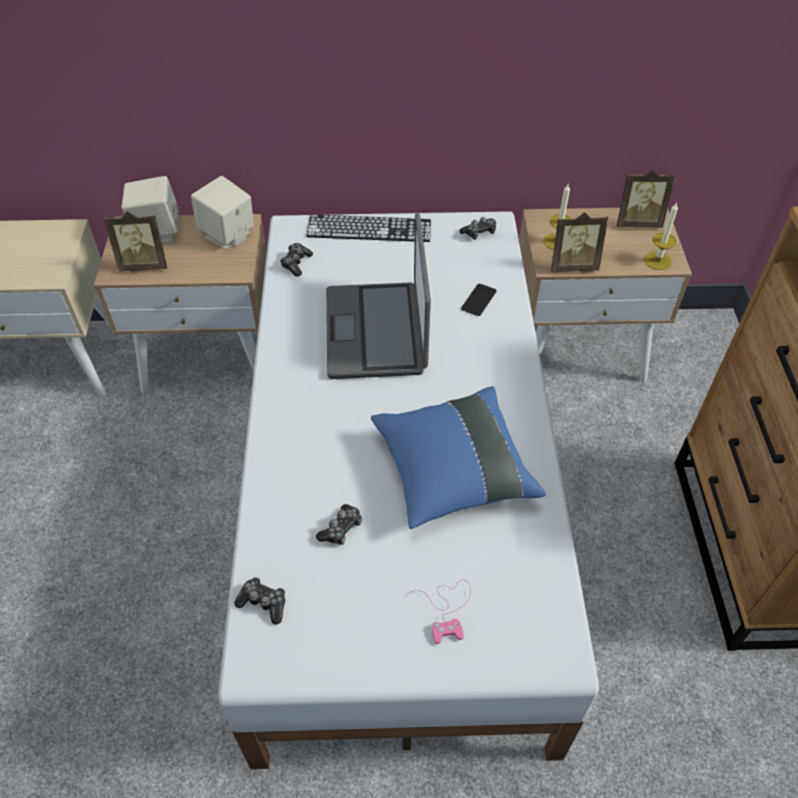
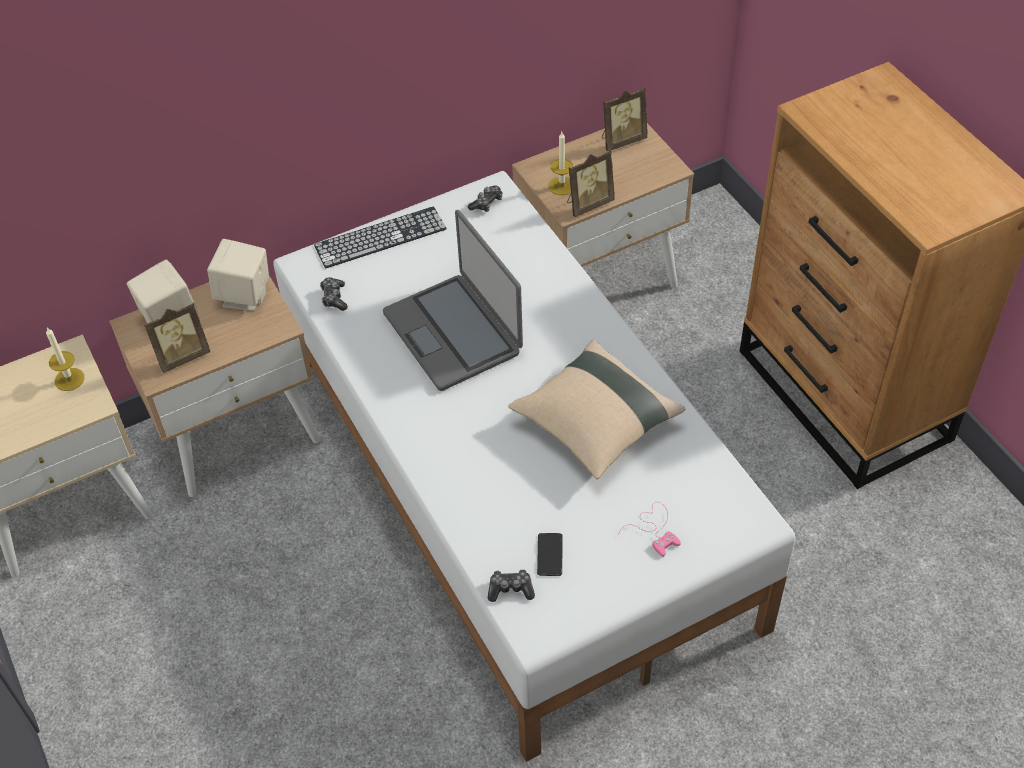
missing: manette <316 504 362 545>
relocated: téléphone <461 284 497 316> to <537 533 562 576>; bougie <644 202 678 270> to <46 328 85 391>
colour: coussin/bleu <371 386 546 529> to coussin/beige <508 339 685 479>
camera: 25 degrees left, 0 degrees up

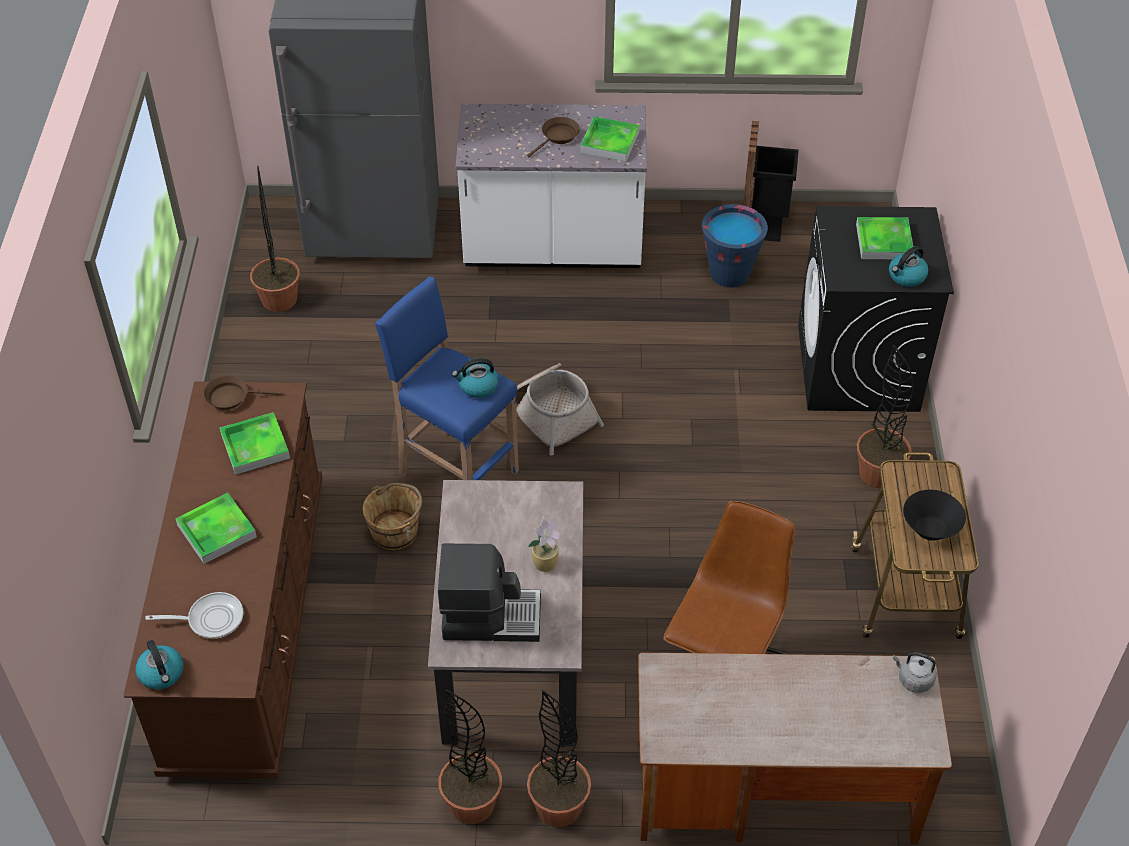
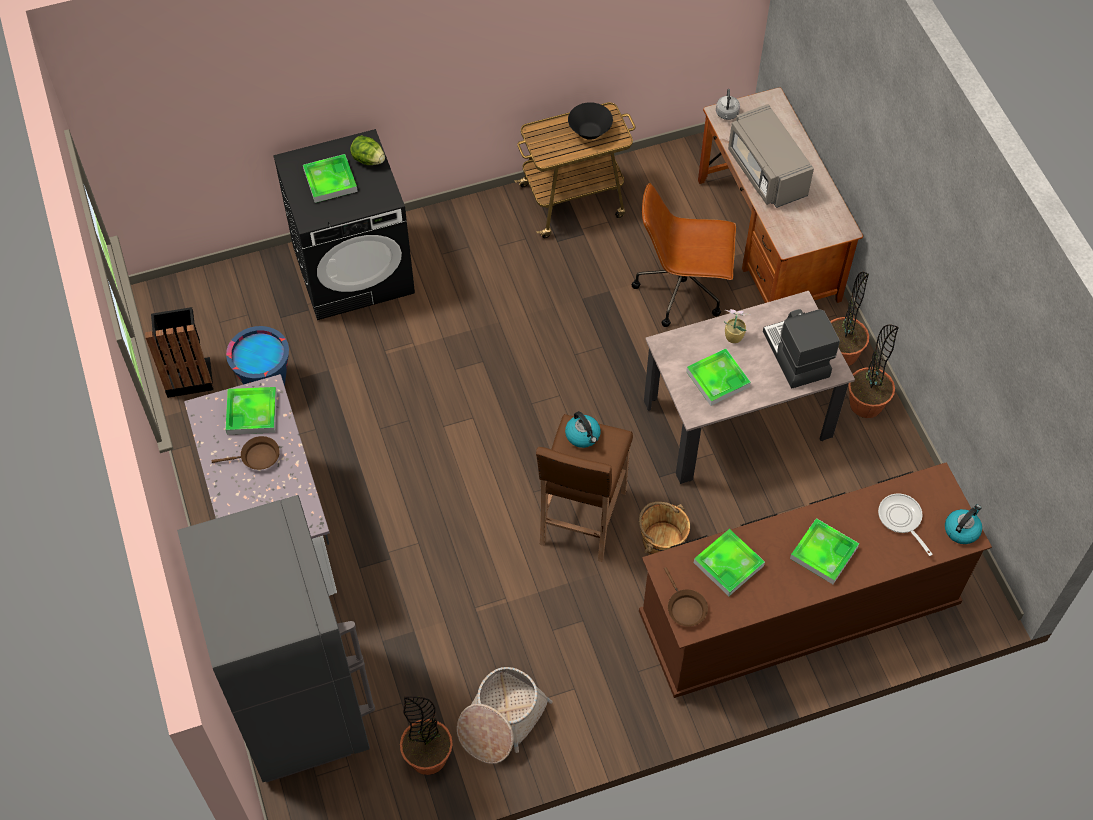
missing: plante en pot <857 344 914 488>
appeared: plateau <686 348 751 406>; micro-ondes/gris <728 104 814 208>
relocated: panier <516 363 604 455> to <457 667 553 764>
exchanged: bouilloire <889 246 929 287> to laitue <350 135 385 165>
colour: tabouret/bleu <375 276 519 480> to tabouret/marron <536 414 633 562>
spun: poêle/marron <527 117 580 157> = <212 436 280 470> 150 degrees clockwise
camera: 110 degrees left, 10 degrees up

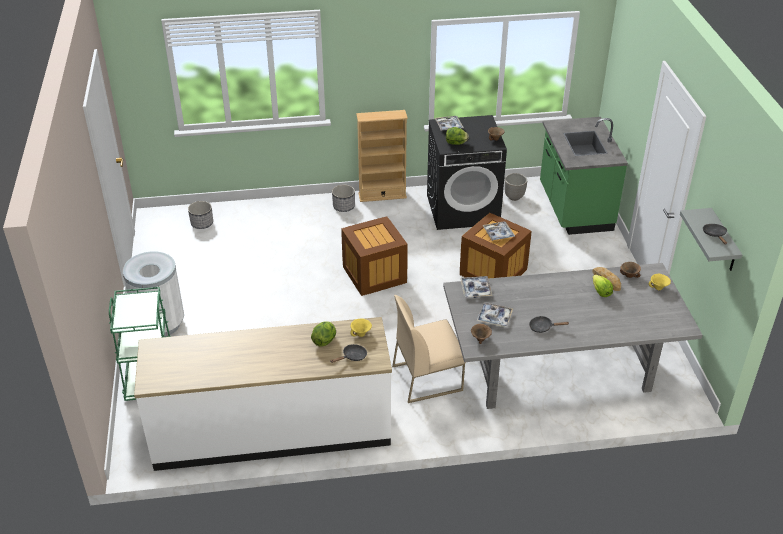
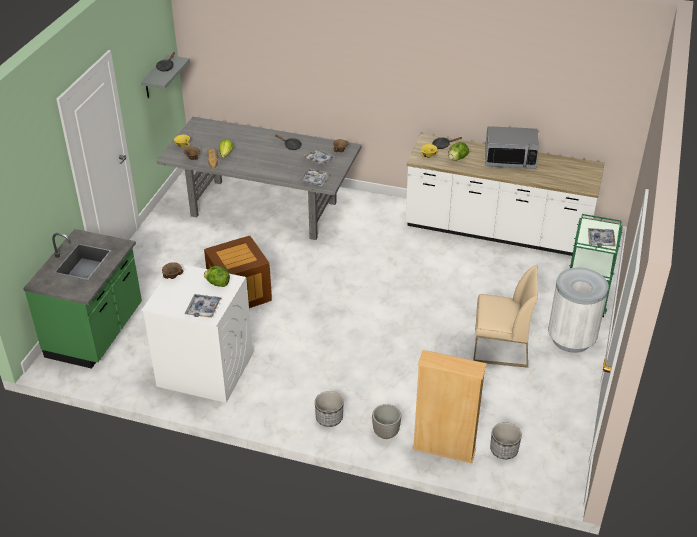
missing: caisse <341 216 408 296>
appeared: micro-ondes <485 126 539 169>
relocated: bibliothèque/beige <356 110 408 202> to <412 350 487 463>; chaise/beige <392 295 466 403> to <473 265 538 368>; plateau <482 221 516 241> to <588 228 616 247>; cache-pot <504 173 527 201> to <372 404 401 439>
colour: lave-linge/noir <427 115 507 230> to lave-linge/blanc <141 263 253 403>
camera: 155 degrees left, 0 degrees up

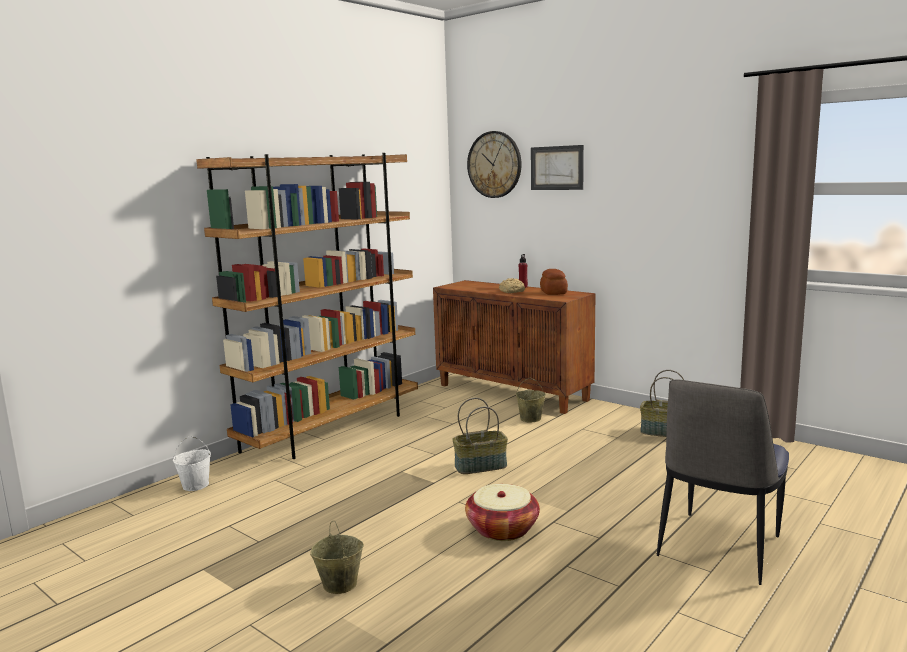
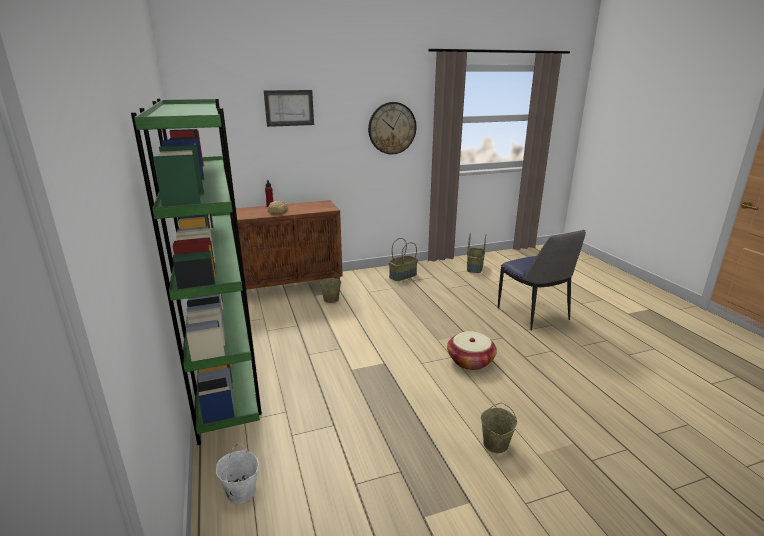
missing: pain <540 269 568 295>
relocated: panier <452 398 508 474> to <467 233 486 273>; horloge murale <467 131 522 198> to <368 102 416 154>
colour: bibliothèque/marron <196 153 418 459> to bibliothèque/vert <131 99 262 445>
camera: 60 degrees left, 10 degrees up

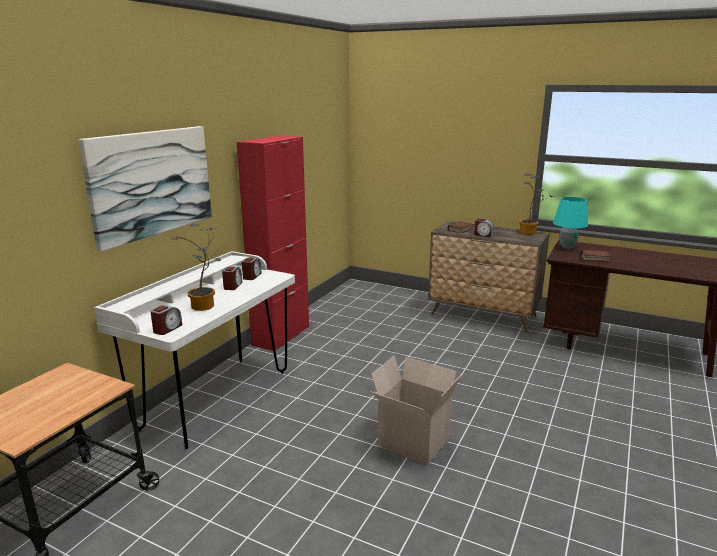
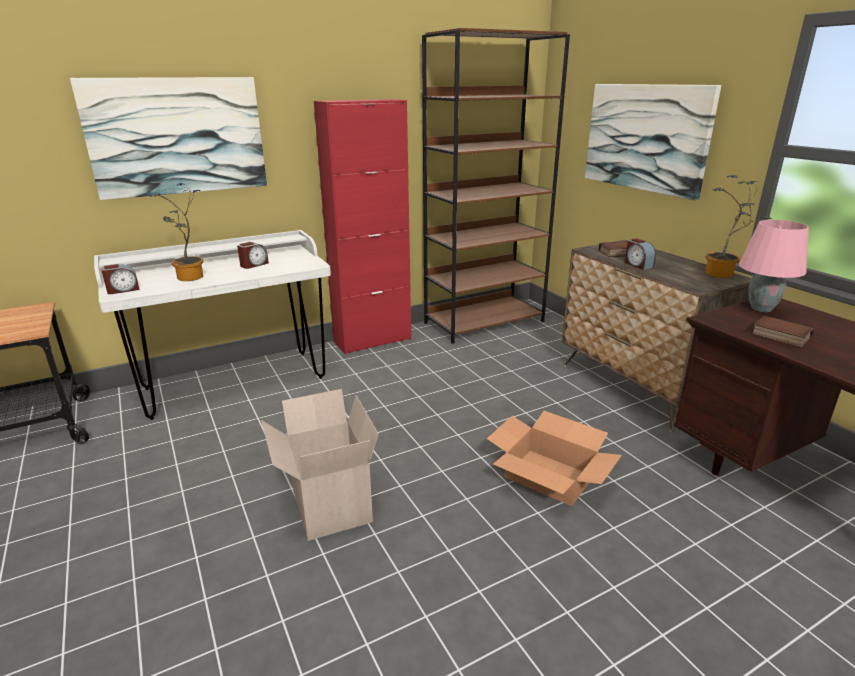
missing: réveil <242 258 261 280>
appeared: bibliothèque/marron <422 28 570 344>; carton <487 411 622 506>; tableau <585 84 721 200>
colour: lampe de table/turquoise <553 197 588 249> to lampe de table/rose <739 220 809 312>
camera: 35 degrees right, 5 degrees up

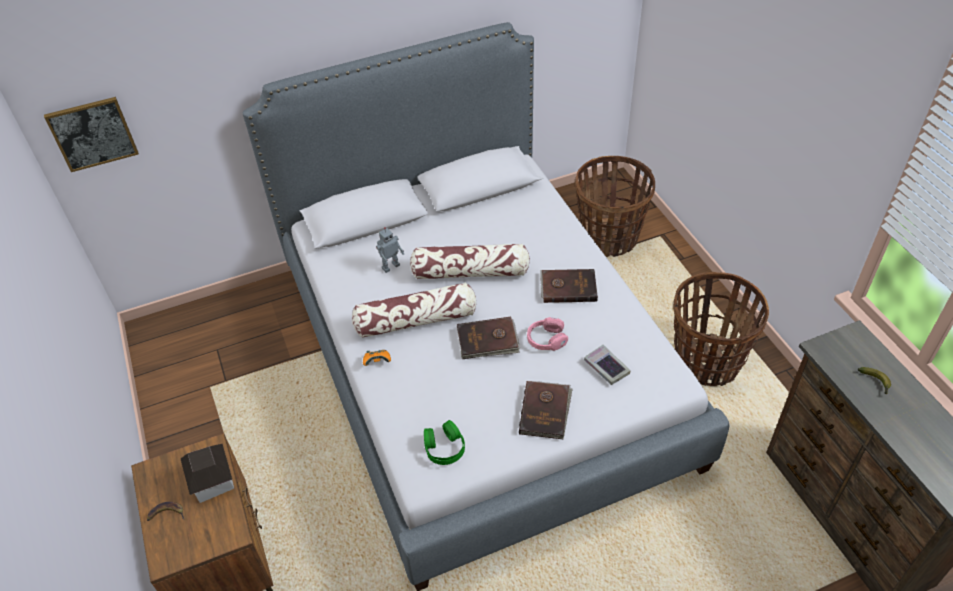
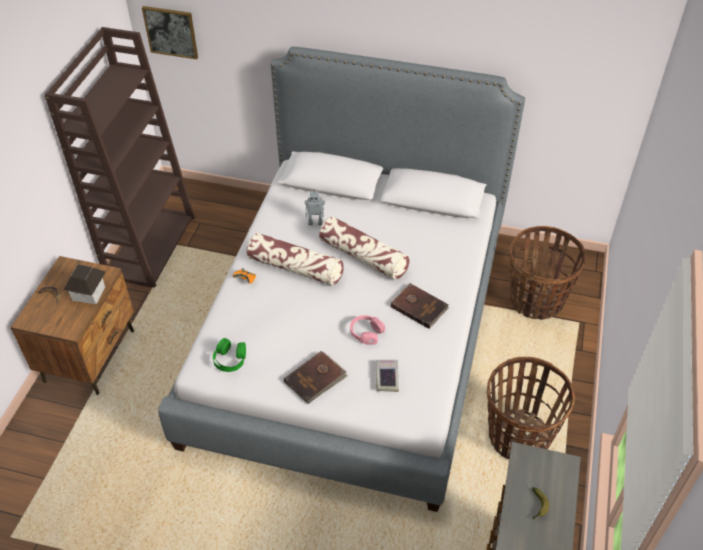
missing: livre/marron <457 317 520 359>
appeared: bibliothèque/marron <44 27 195 288>
camera: 35 degrees right, 0 degrees up

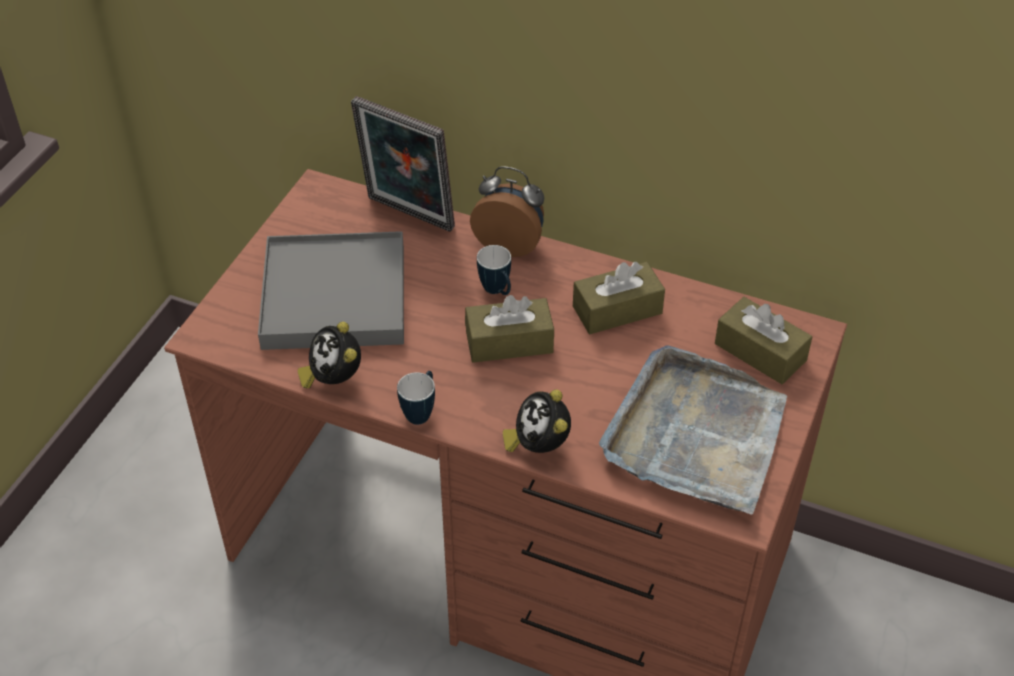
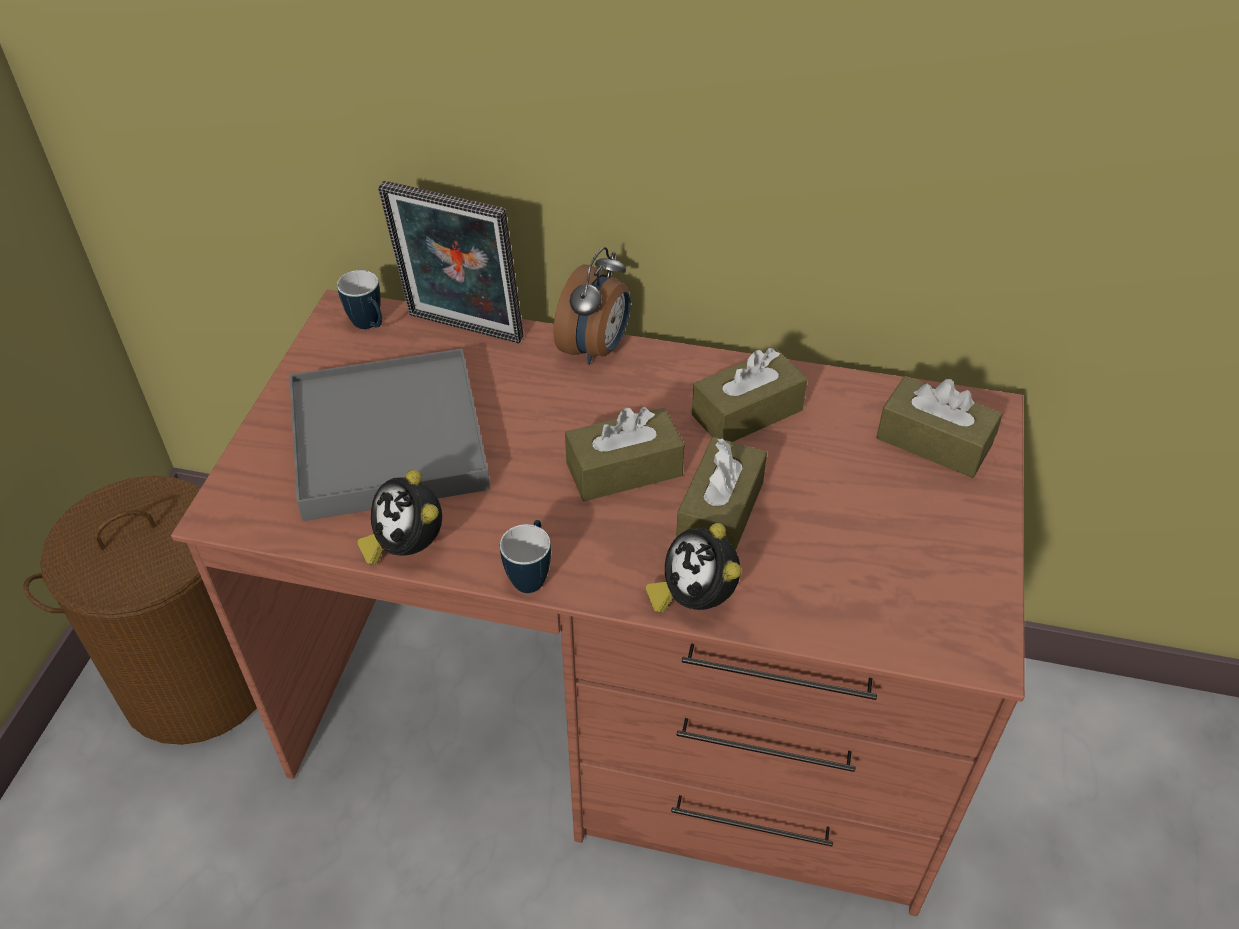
missing: plateau/gris <599 345 787 515>
appeared: panier à linge/marron <23 476 257 745>; boîte à mouchoirs/marron <676 437 767 551>
relocated: mug <477 245 511 295> to <337 270 382 329>
spun: réveil <470 166 544 257> = <554 247 631 365> 105 degrees clockwise
camera: 10 degrees left, 0 degrees up

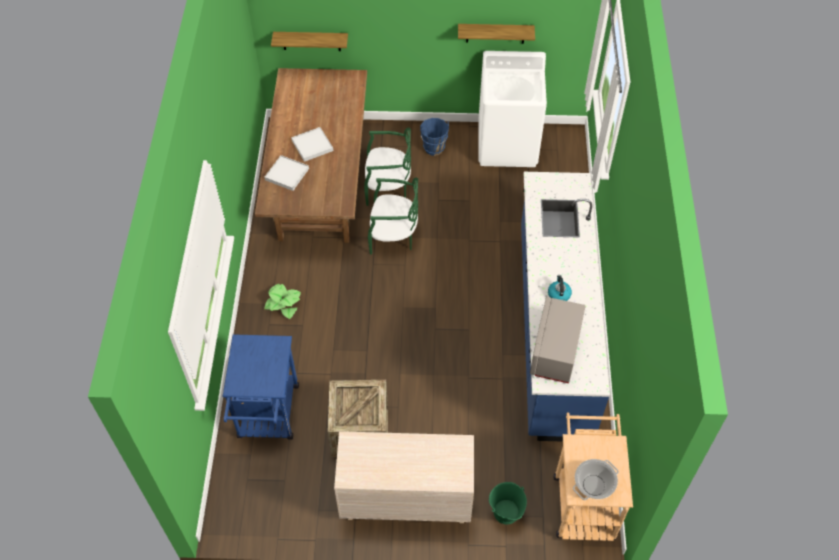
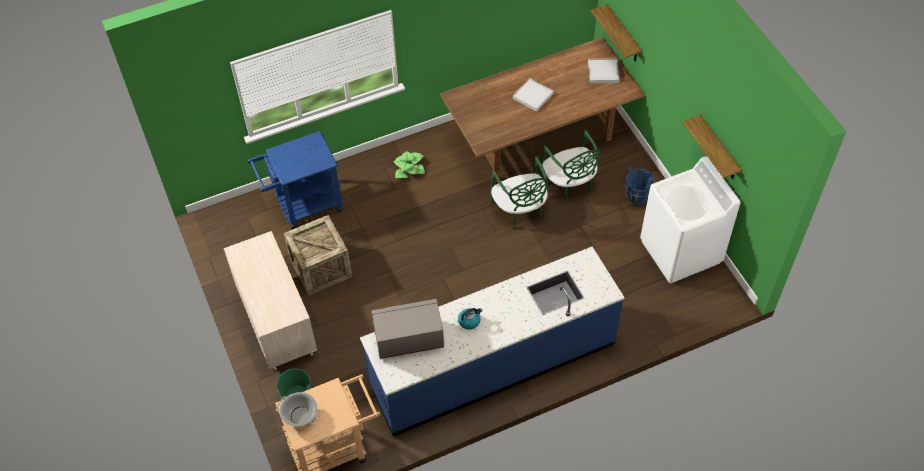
relocated: plateau/blanc <264 155 309 191> to <588 58 620 83>
camera: 65 degrees right, 0 degrees up

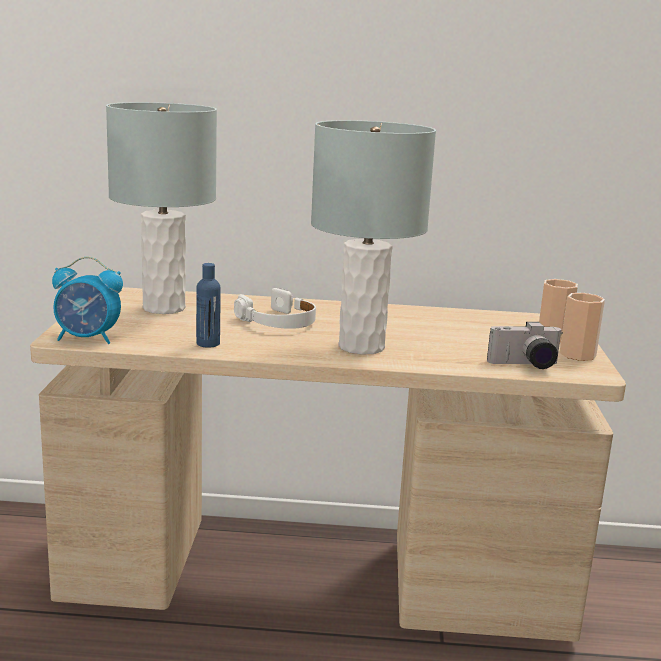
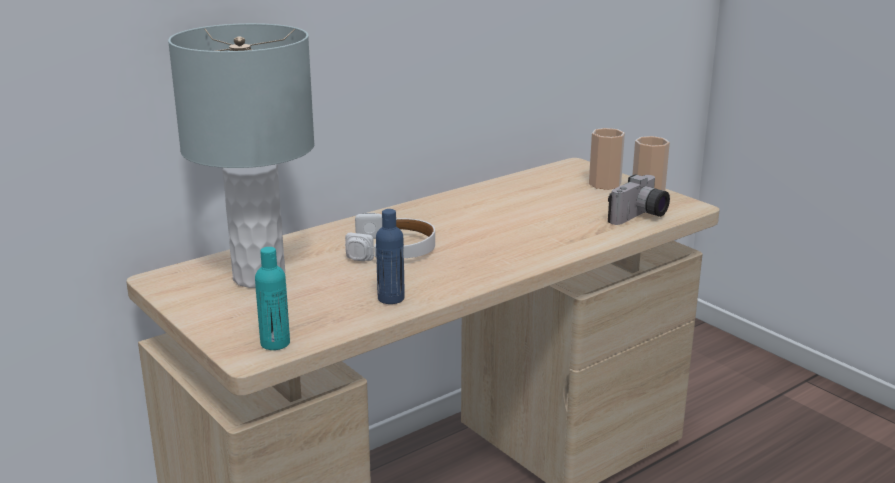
missing: lampe de table/gris <311 120 436 355>
exchanged: réveil <52 256 123 344> to bouteille/turquoise <255 247 290 350>
camera: 40 degrees left, 5 degrees up

